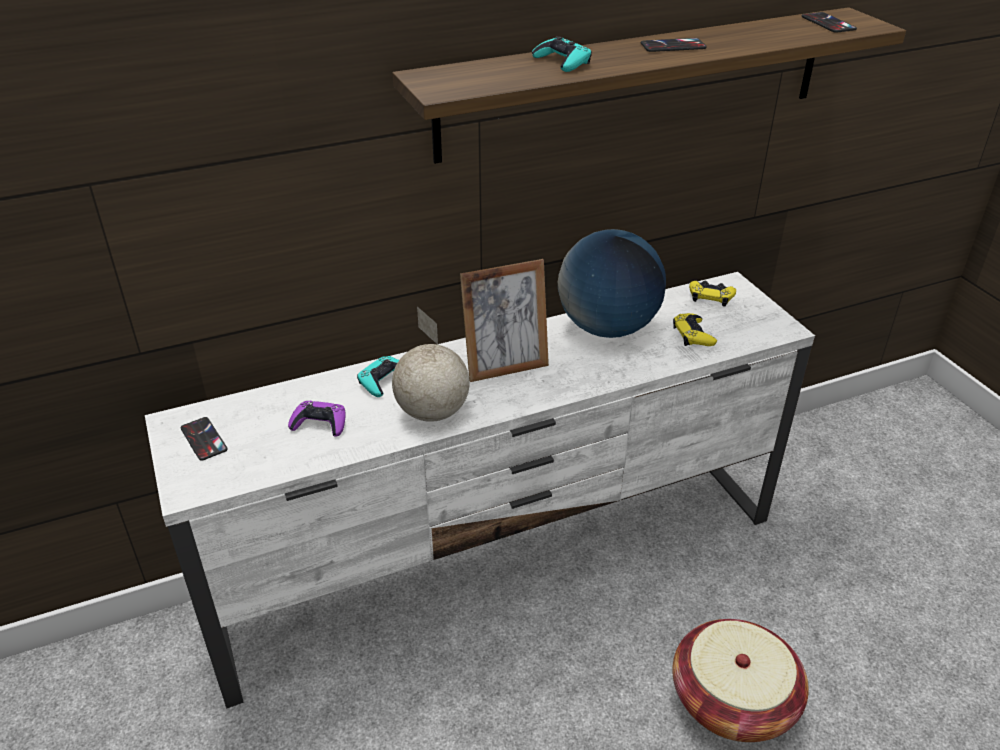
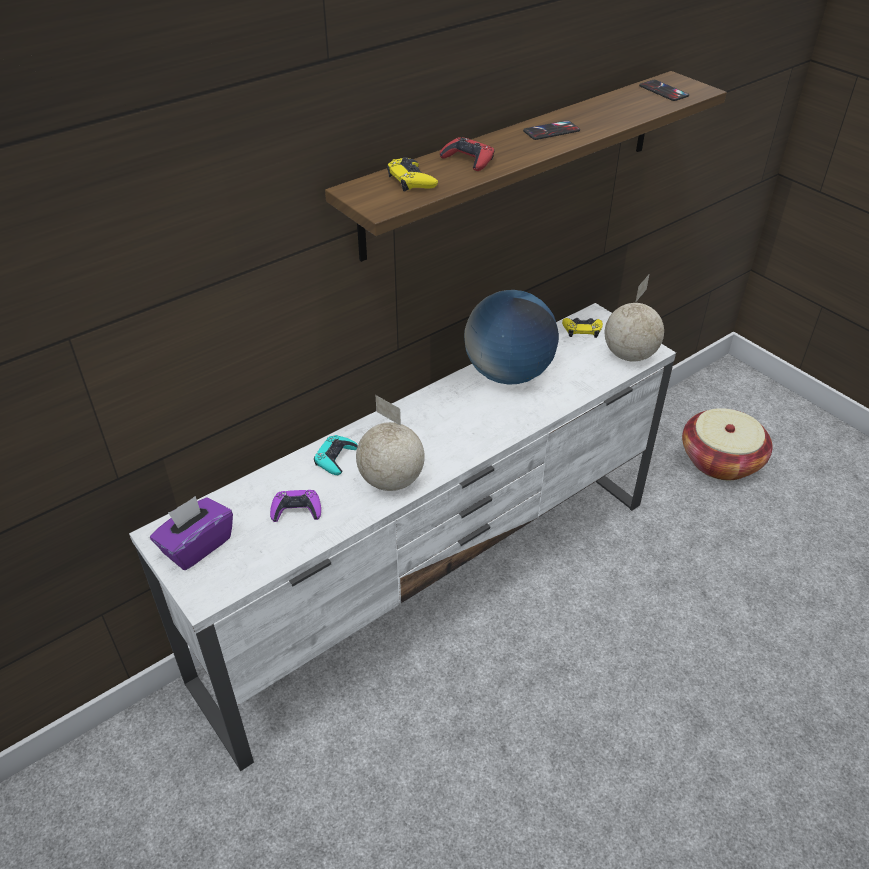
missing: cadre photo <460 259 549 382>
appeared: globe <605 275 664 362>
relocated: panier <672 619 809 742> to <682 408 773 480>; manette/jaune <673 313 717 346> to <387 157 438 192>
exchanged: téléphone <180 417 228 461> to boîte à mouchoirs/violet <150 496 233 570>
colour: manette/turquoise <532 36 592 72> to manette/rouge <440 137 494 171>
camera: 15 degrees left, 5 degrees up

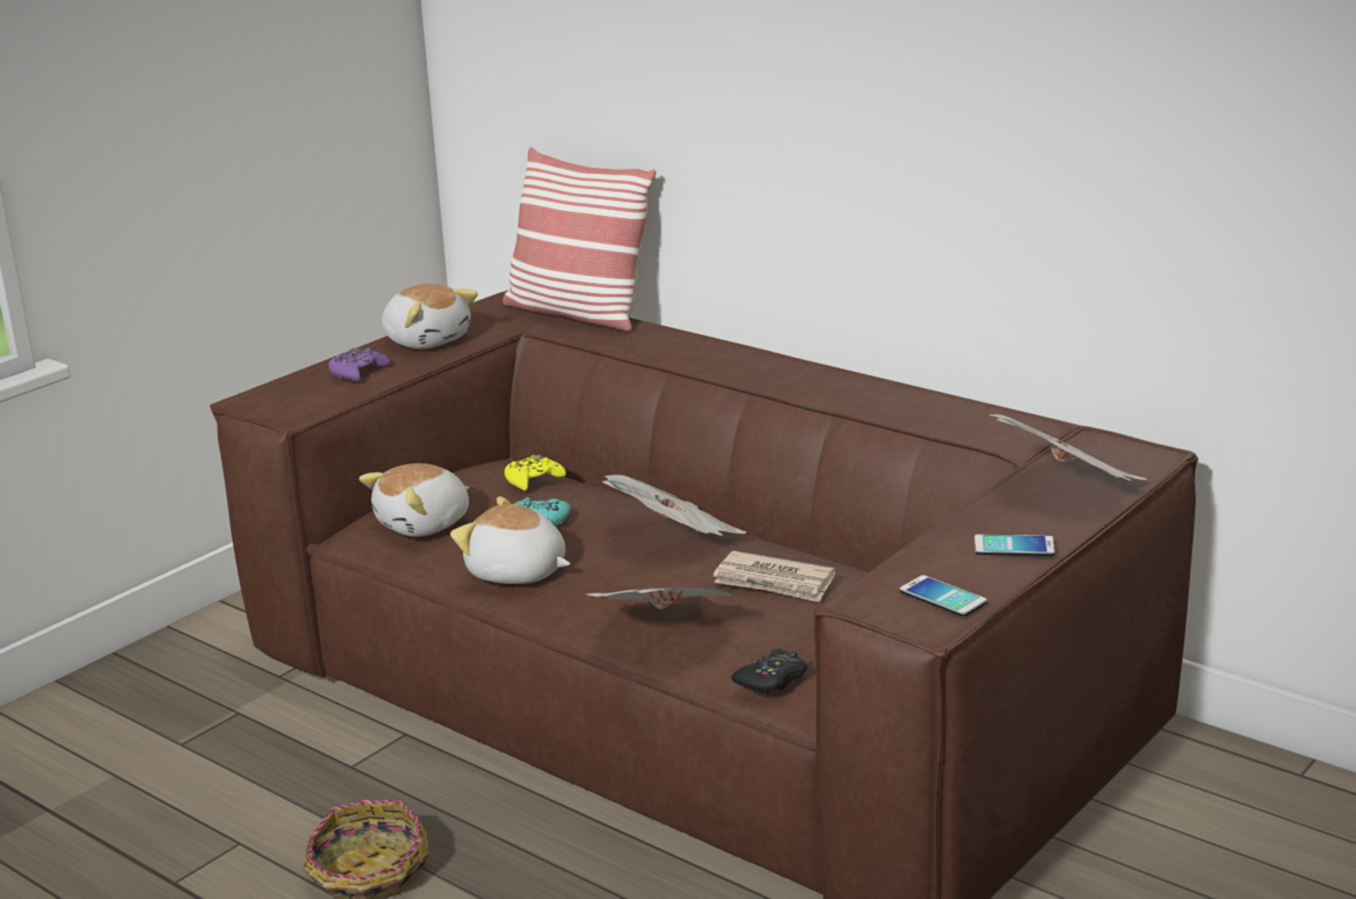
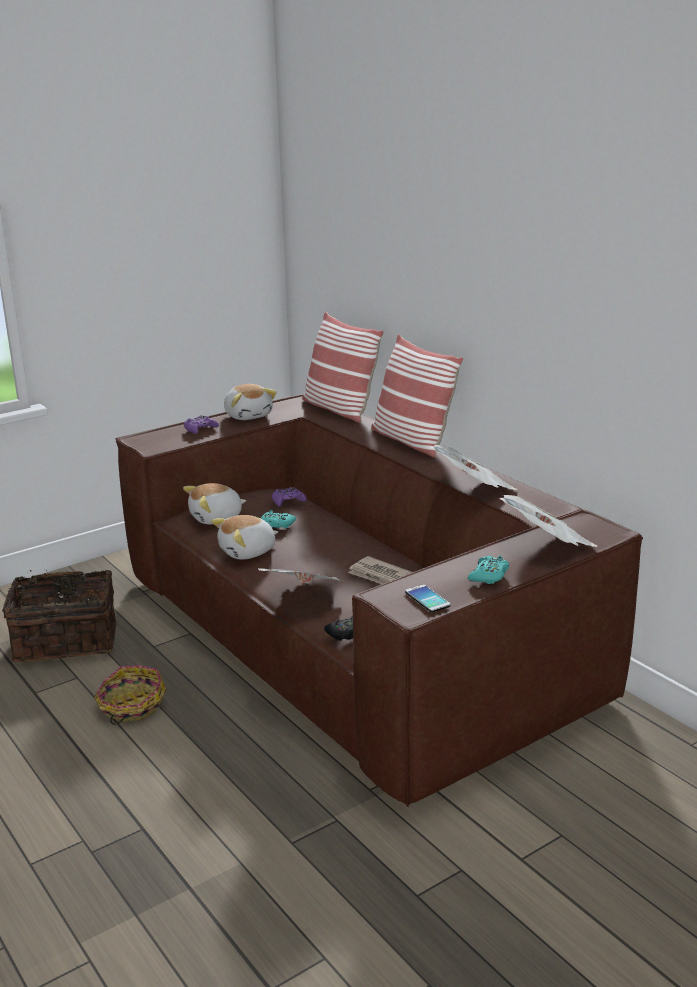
appeared: panier <2 569 116 663>; coussin <371 335 463 457>
relocated: journal <602 475 747 536> to <429 445 517 490>
exchanged: téléphone <974 534 1055 556> to manette/turquoise <468 556 509 584>
colour: manette/jaune <504 455 566 491> to manette/violet <272 487 306 507>
spun: peluche <450 497 570 584> = <211 515 278 560> 75 degrees counterclockwise
camera: 15 degrees right, 0 degrees up

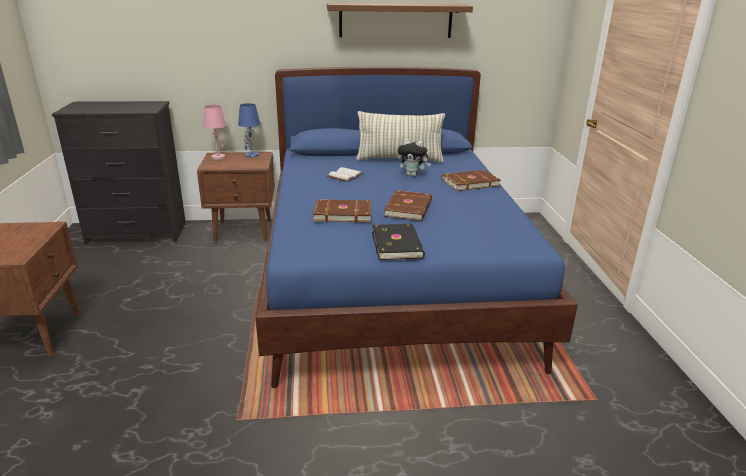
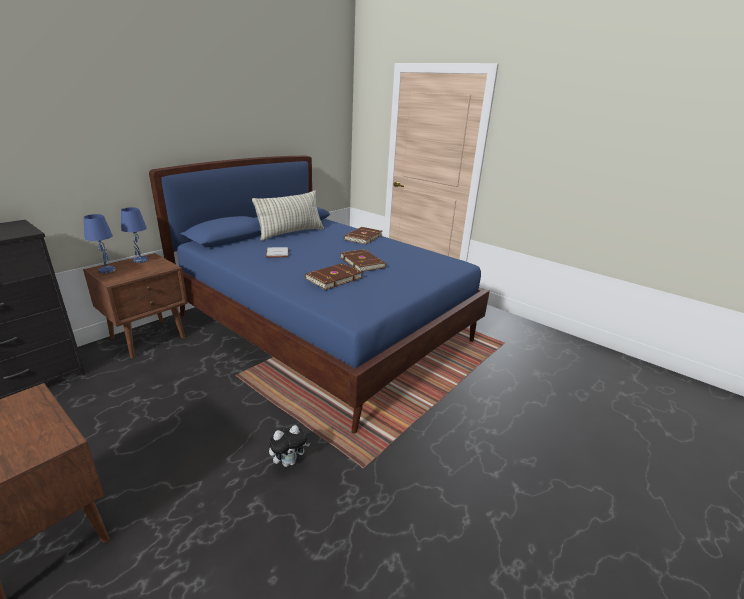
missing: étagère/marron <327 3 473 38>; livre/noir <372 224 425 260>
relocated: peluche <398 139 431 177> to <269 425 310 467>
colour: lampe de table/rose <204 105 226 160> to lampe de table/bleu <84 214 115 273>
camera: 45 degrees left, 0 degrees up

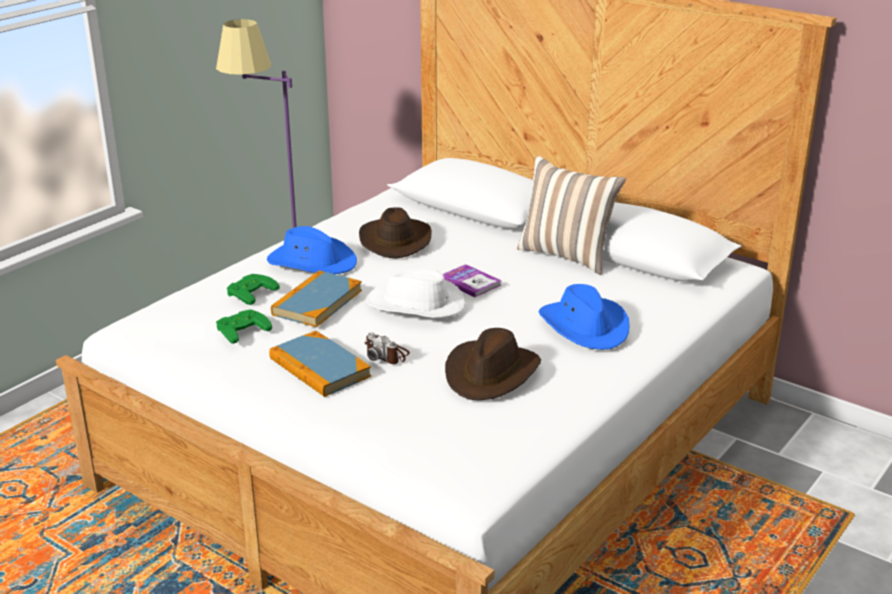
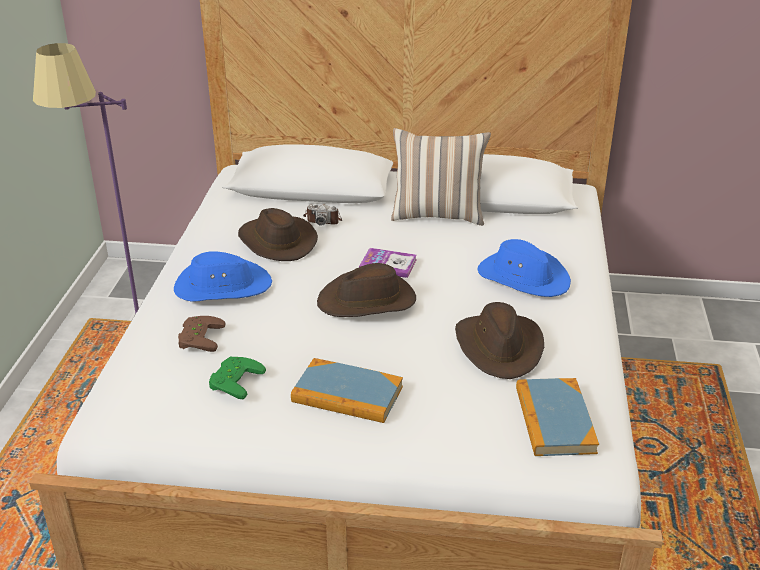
relocated: livre <271 271 362 327> to <516 378 599 456>; appareil photo <365 332 410 364> to <303 204 342 226>
colour: manette/vert <227 274 280 305> to manette/marron <178 316 225 352>; chapeau/blanc <366 268 465 318> to chapeau/marron <317 263 416 317>
camera: 30 degrees left, 5 degrees up

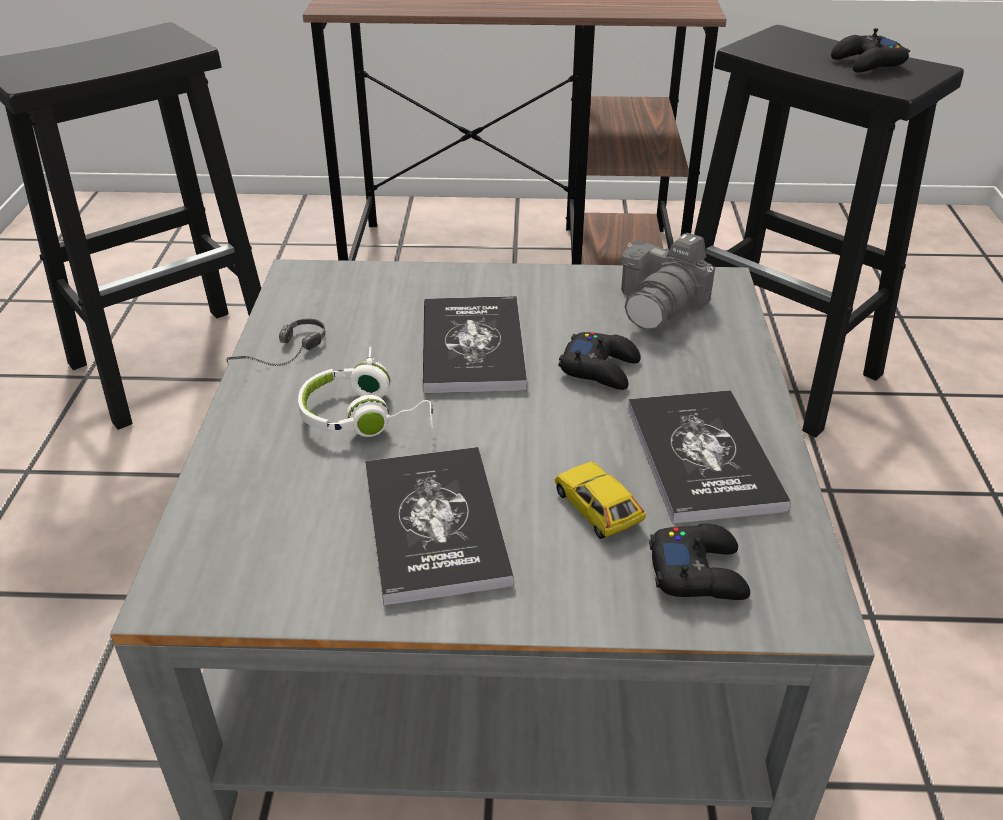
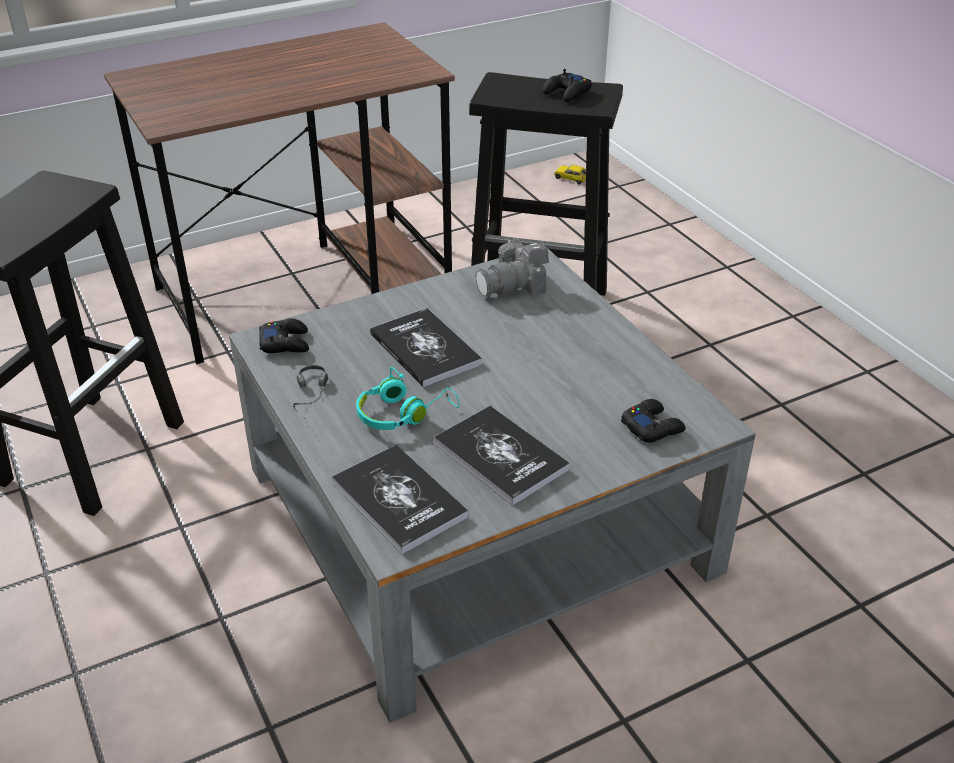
relocated: petite voiture <555 462 646 539> to <554 165 586 184>; manette/noir <559 332 641 390> to <259 318 309 353>; livre <628 390 791 524> to <332 445 469 554>
colour: casque audio/blanc <298 346 433 437> to casque audio/turquoise <356 367 460 430>
spun: appareil photo <621 233 715 330> = <475 240 549 297> 60 degrees clockwise
camera: 30 degrees left, 0 degrees up

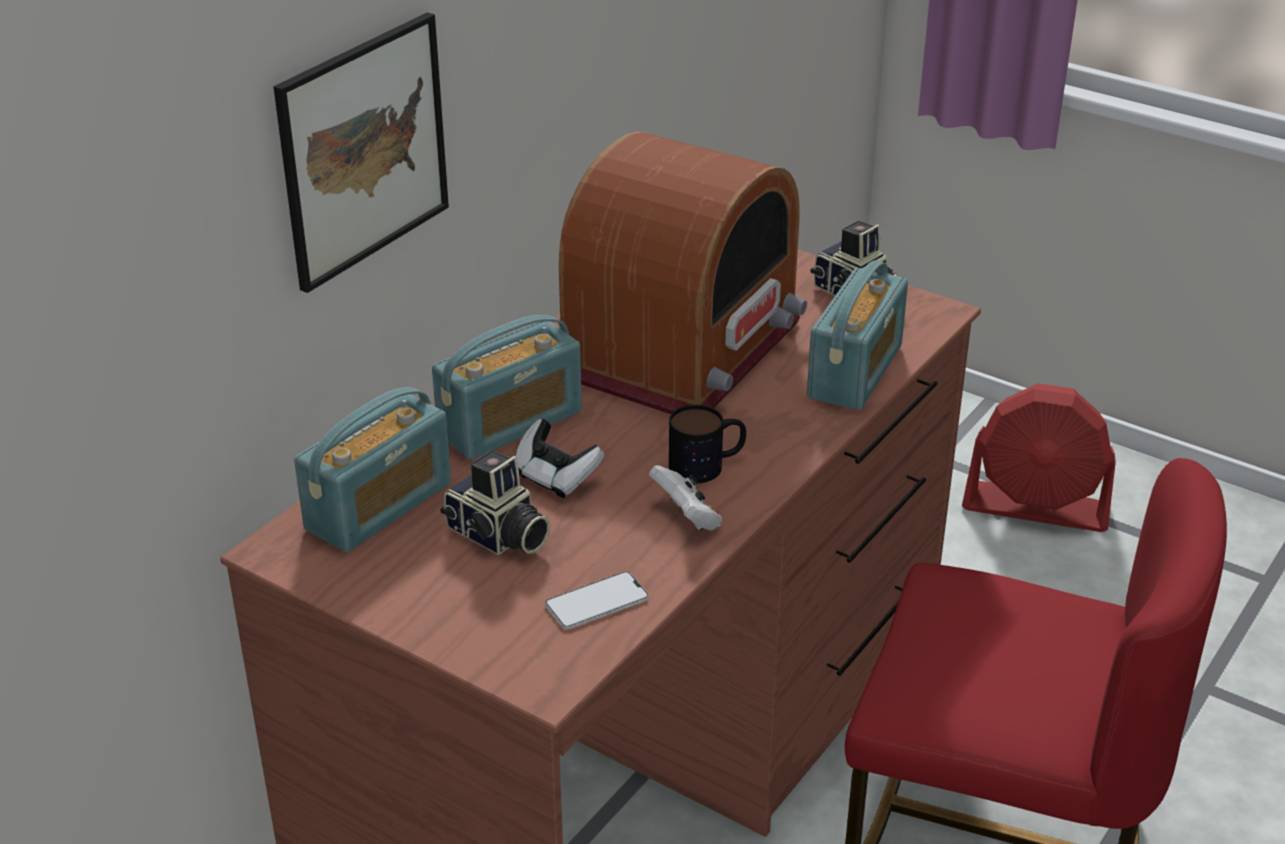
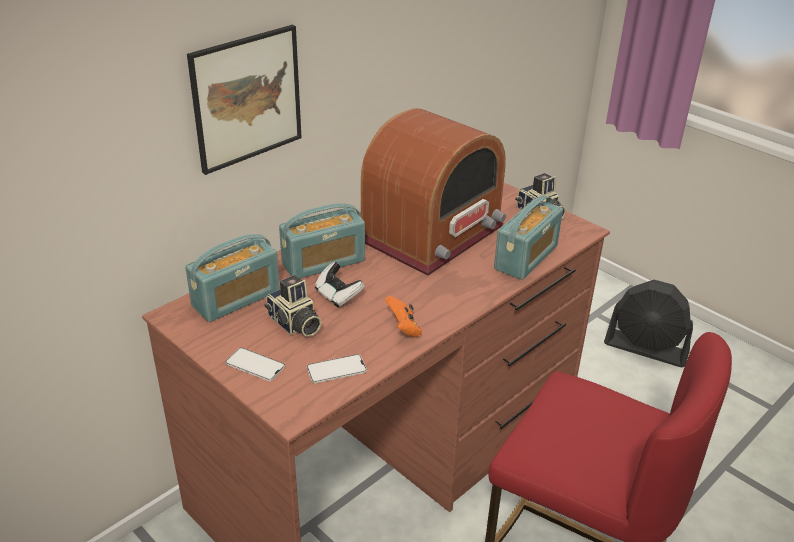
missing: mug <669 405 746 483>
appeared: téléphone <225 348 285 381>
colour: manette/blanc <649 465 722 531> to manette/orange <385 296 422 337>; ventilateur/rouge <962 383 1116 532> to ventilateur/noir <604 280 693 367>
camera: 10 degrees right, 0 degrees up

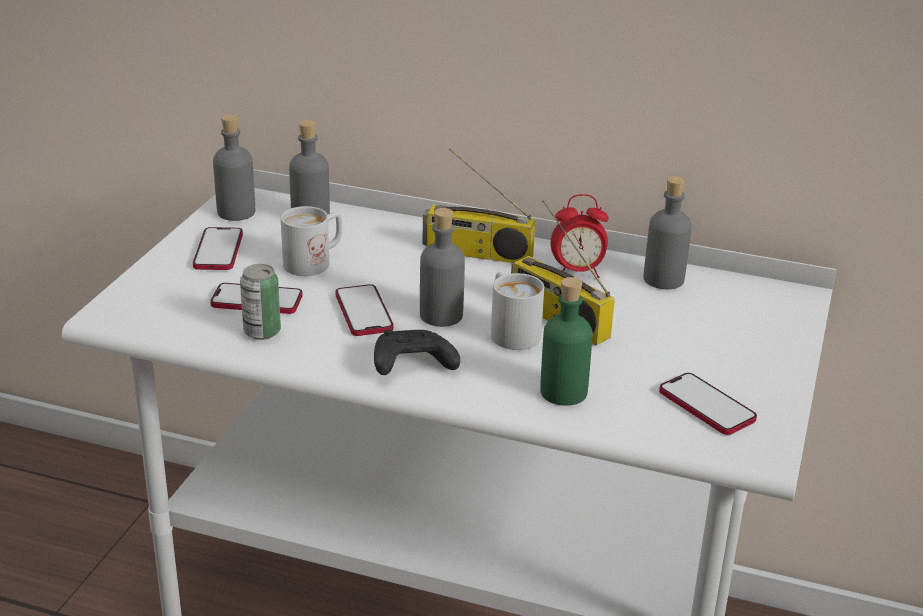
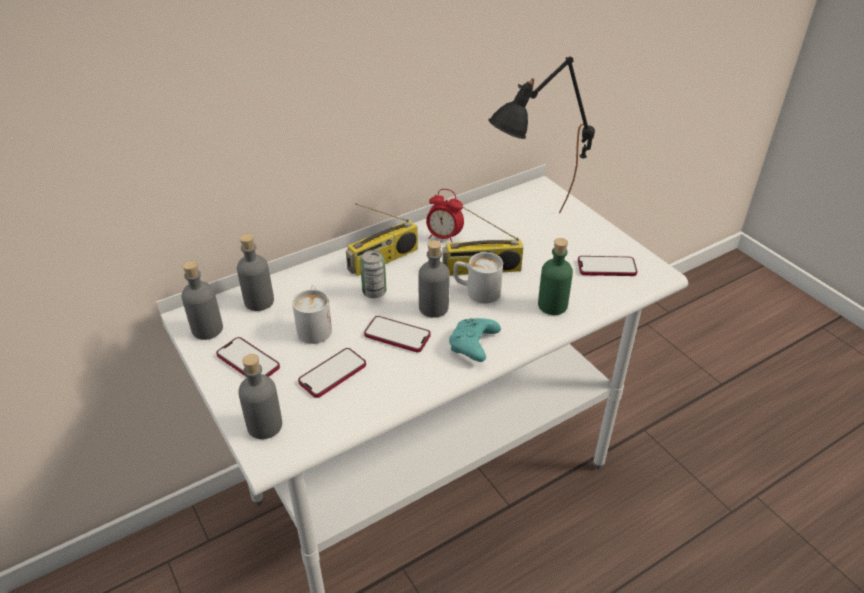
appeared: lampe de table/noir <489 57 595 213>
relocated: boîte métallique <240 264 281 340> to <360 250 386 298>; bouteille/gris <643 176 692 289> to <238 354 282 439>
colour: manette/noir <374 330 460 375> to manette/turquoise <449 318 501 362>
spun: réveil <551 194 608 278> = <426 189 464 242> 75 degrees clockwise
camera: 50 degrees left, 10 degrees up

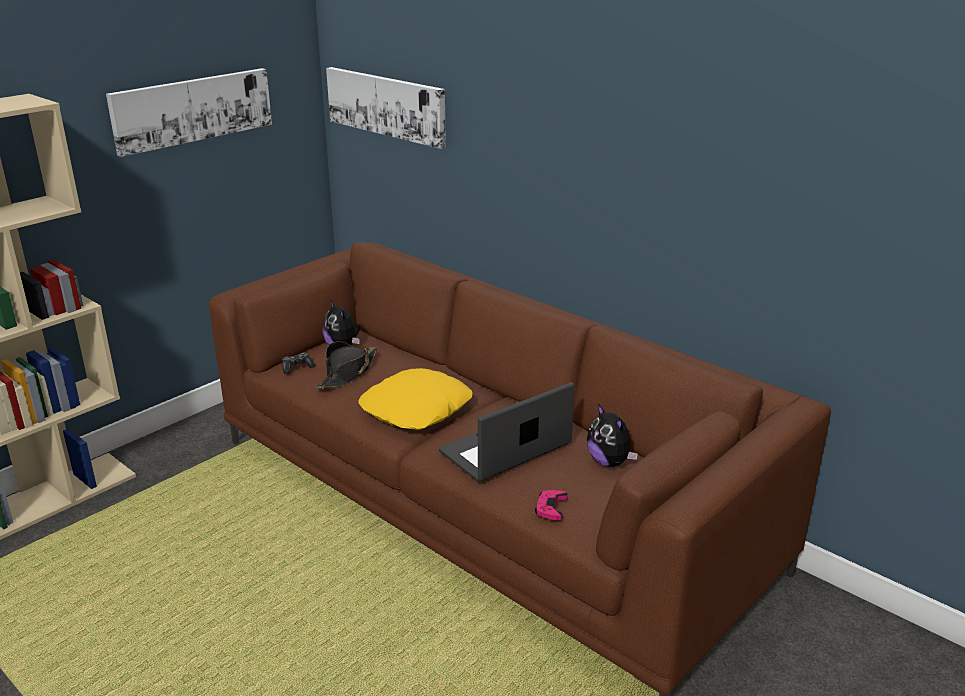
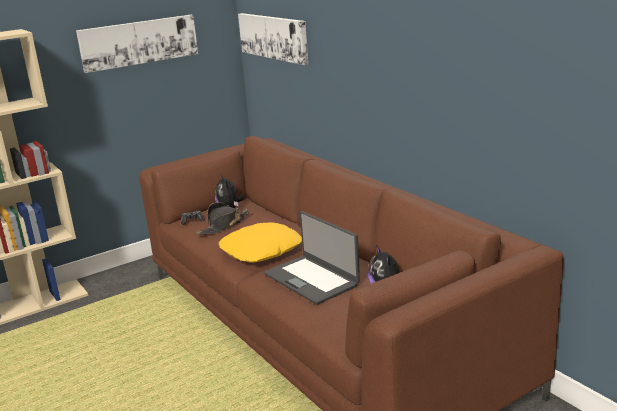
missing: manette/rose <535 490 568 520>
spun: ordinateur portable <439 382 574 482> = <264 211 360 305> 105 degrees counterclockwise
camera: 15 degrees right, 5 degrees down

